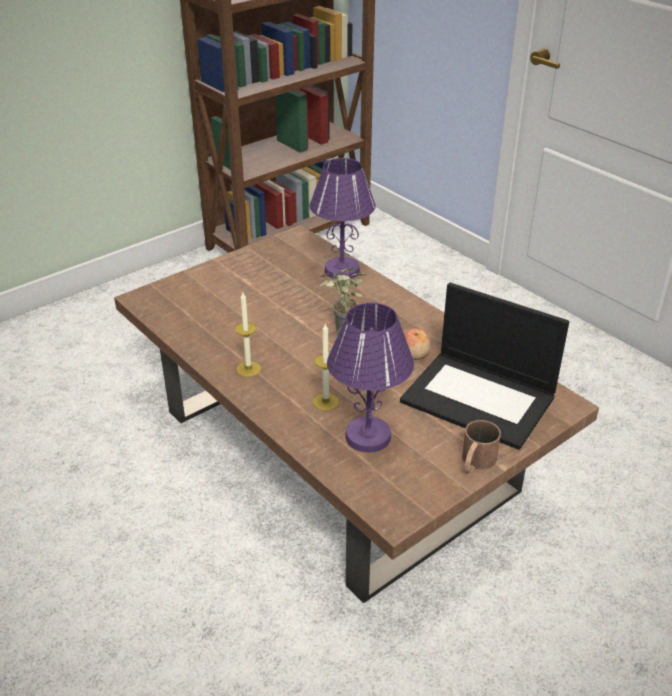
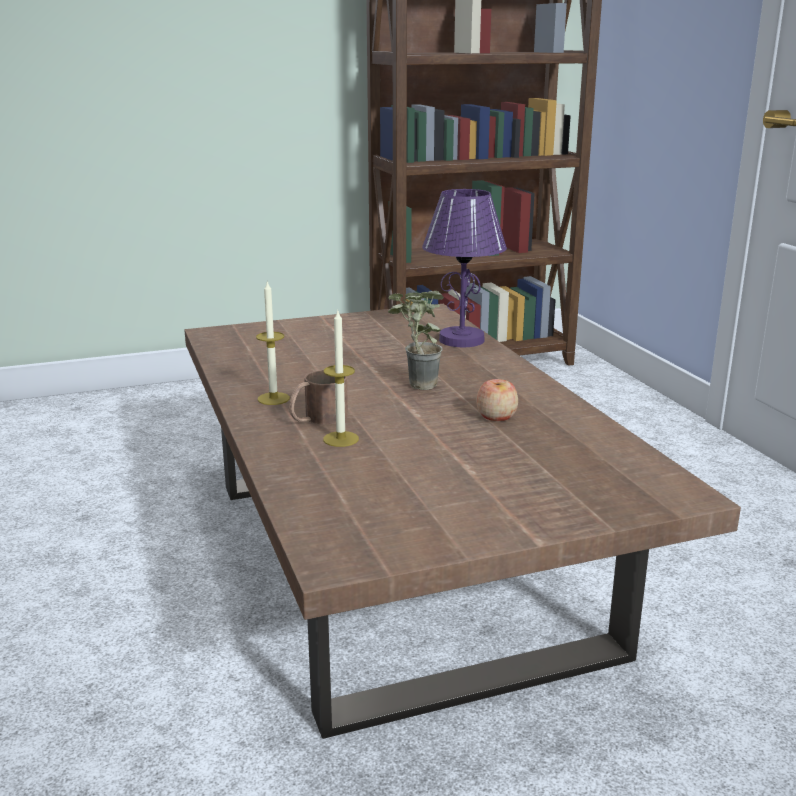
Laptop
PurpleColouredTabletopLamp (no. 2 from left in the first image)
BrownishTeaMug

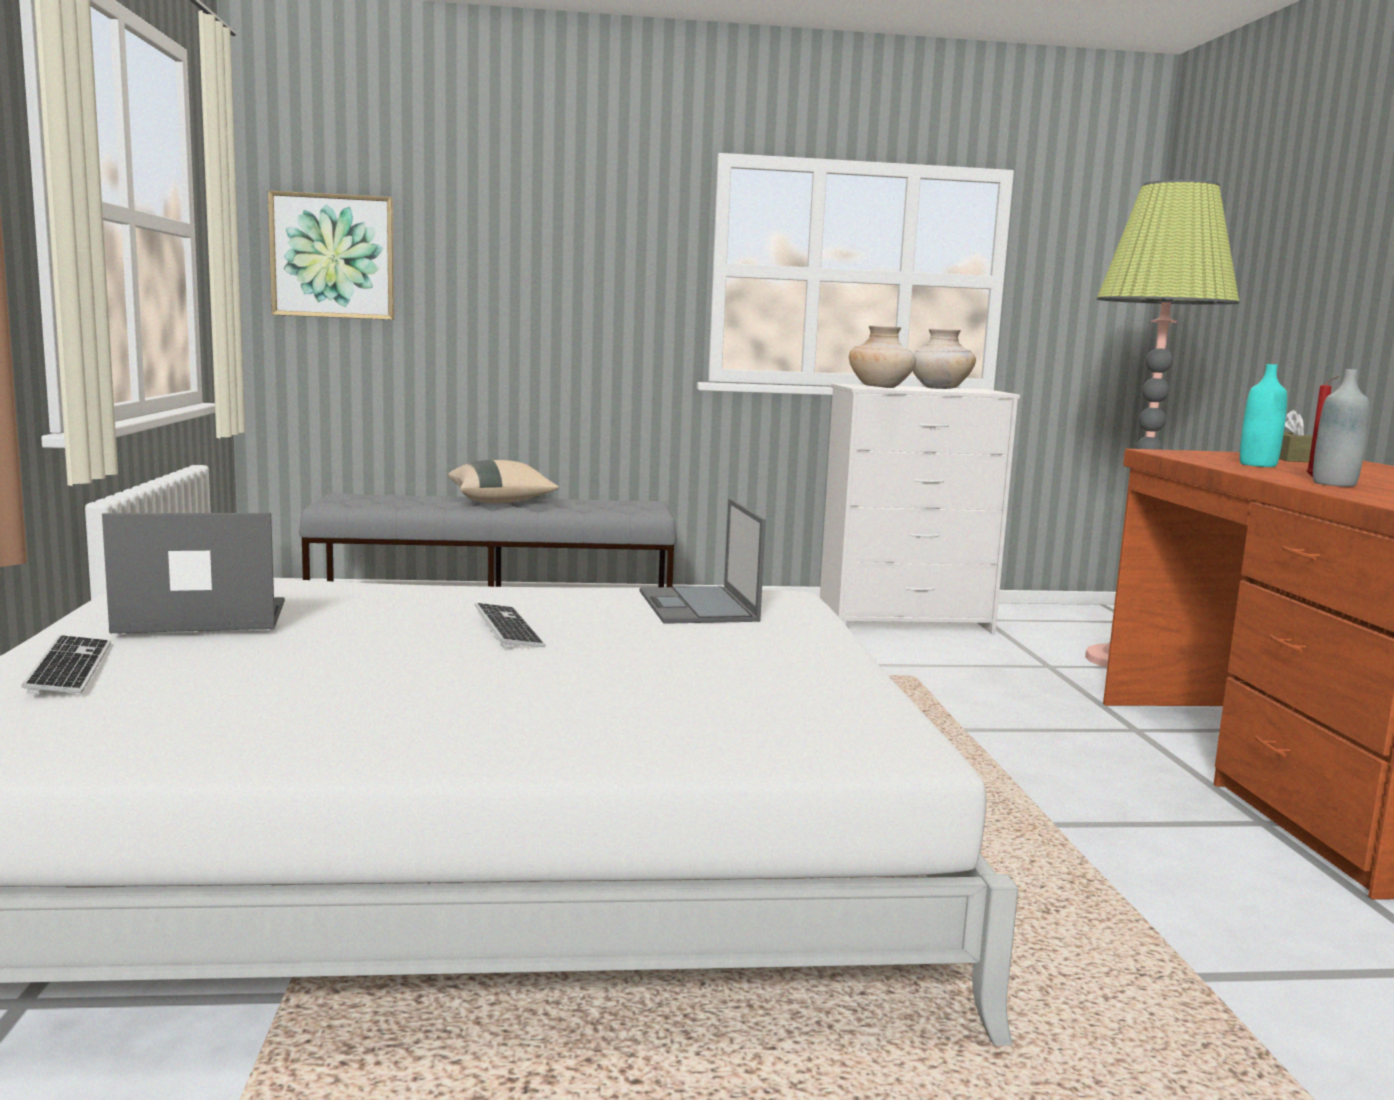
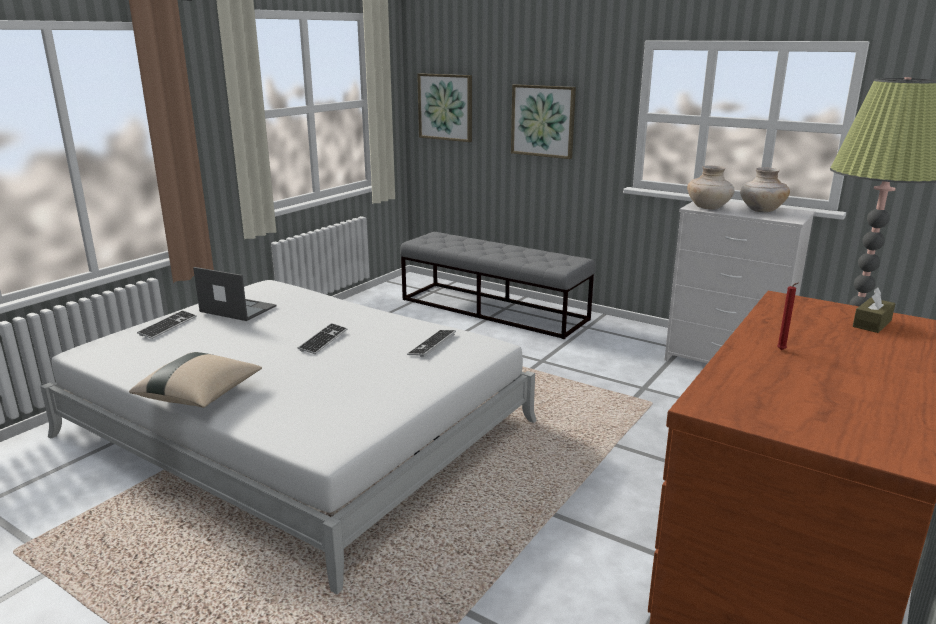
BlueGreenBottle
GreyBottle
SandColouredPillow
Keyboard (no. 3 from left)
WallArt (no. 2 from left)

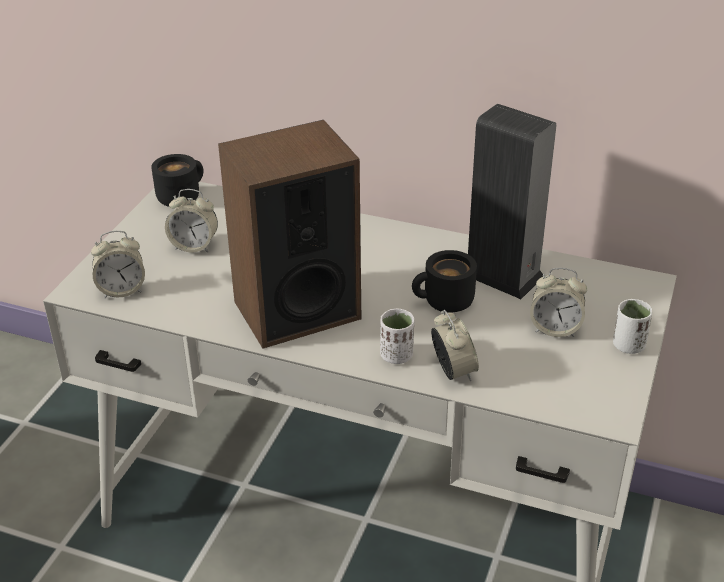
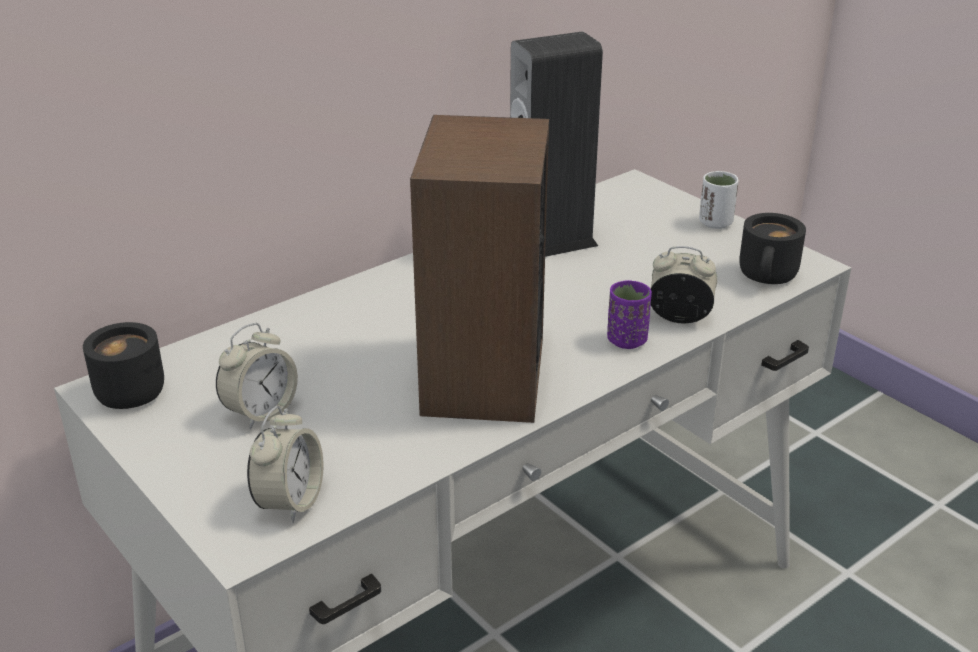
BlackTeaMug (no. 2 from left)
TableClock (no. 4 from left in the first image)
PurpleColouredDrinkingCup

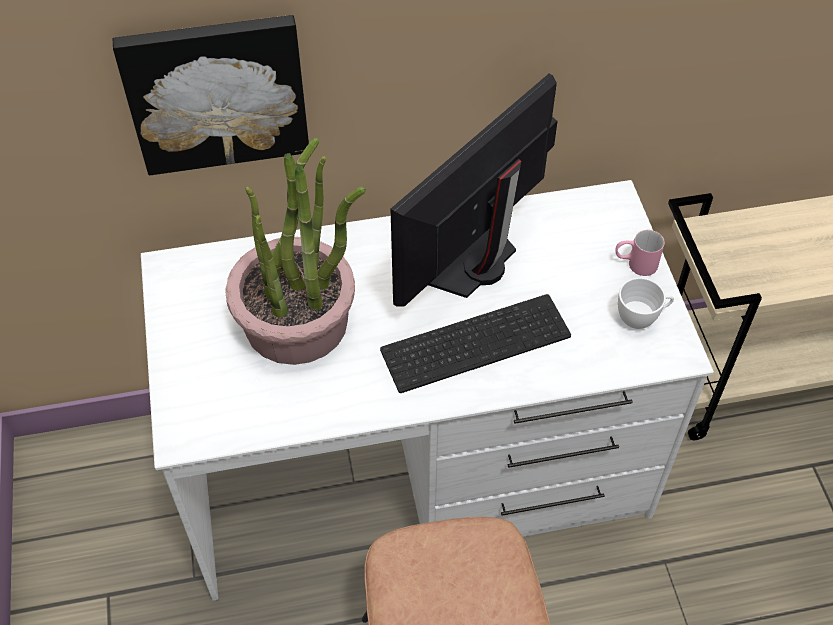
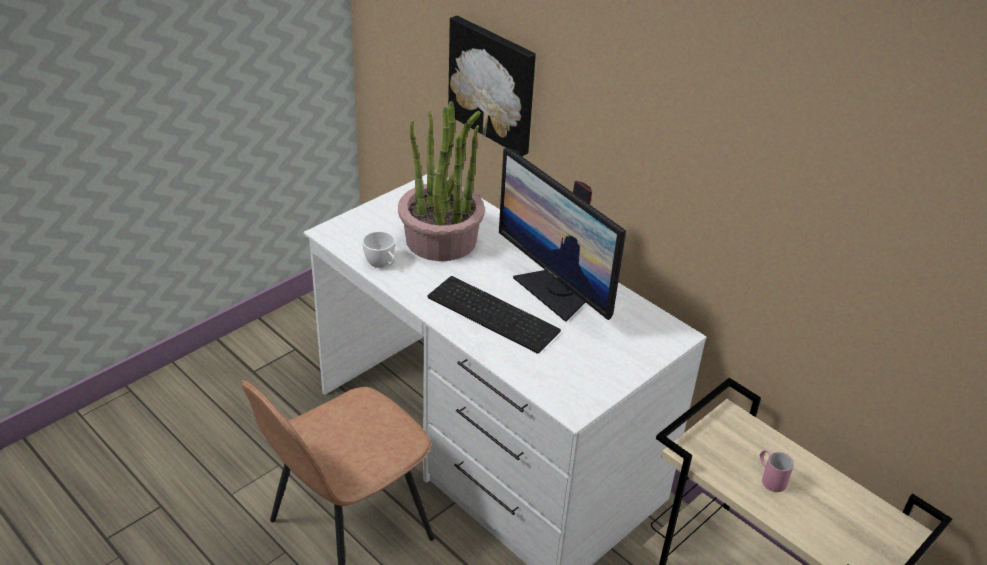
ComputerScreen
PinkishTeaMug
WhiteColouredDrinkingCup

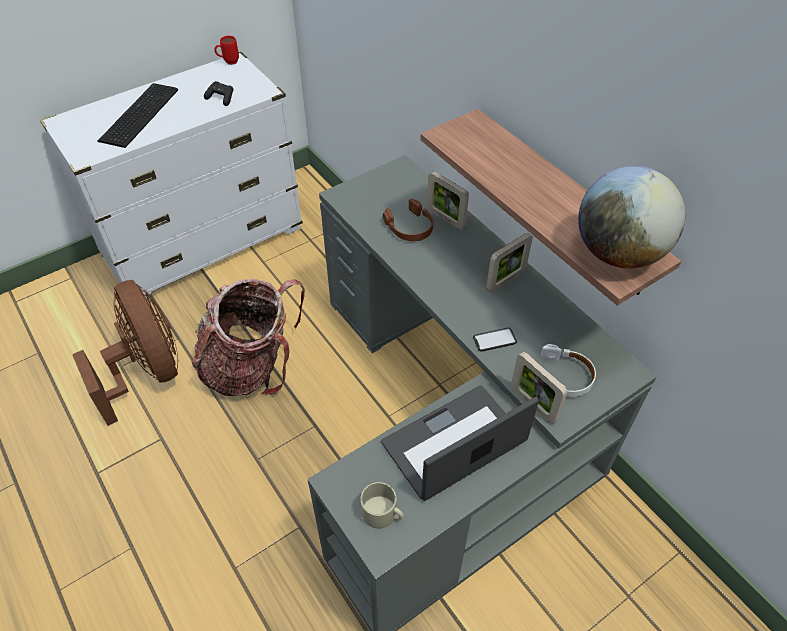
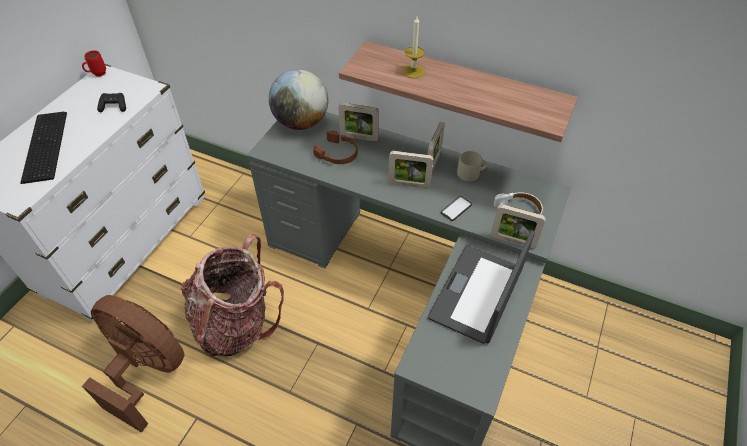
DeskGlobe
SandColouredTeaMug
Candle
StandingFrame (no. 2 from left)

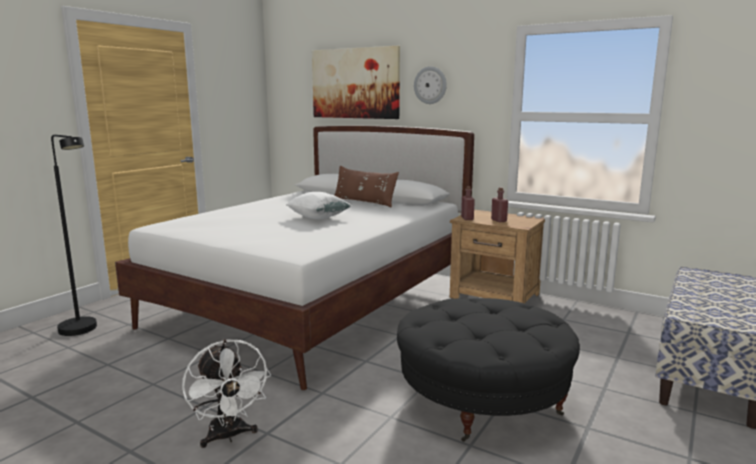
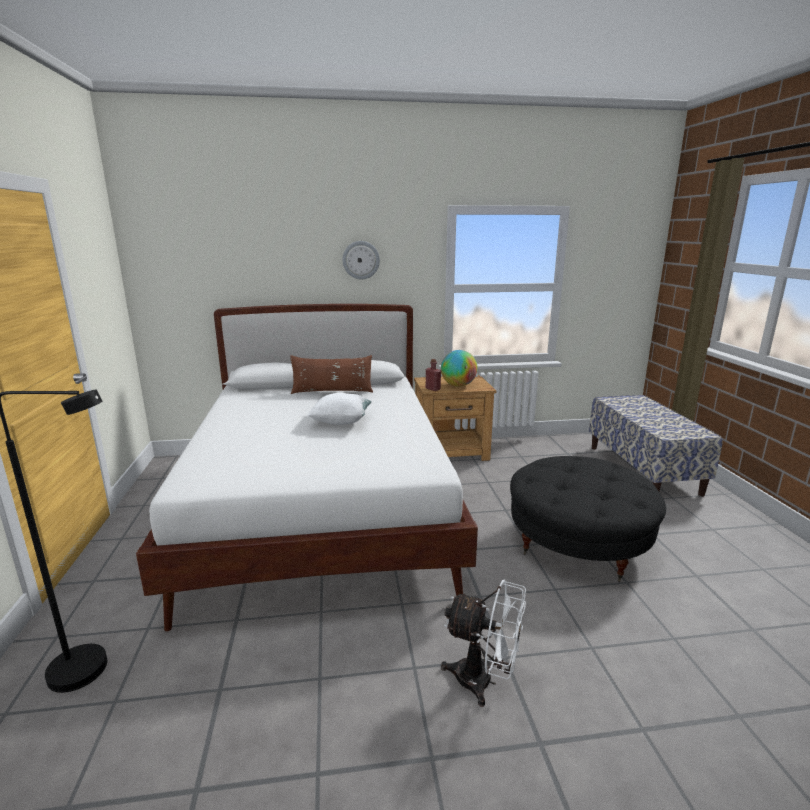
WallArt
DeskGlobe

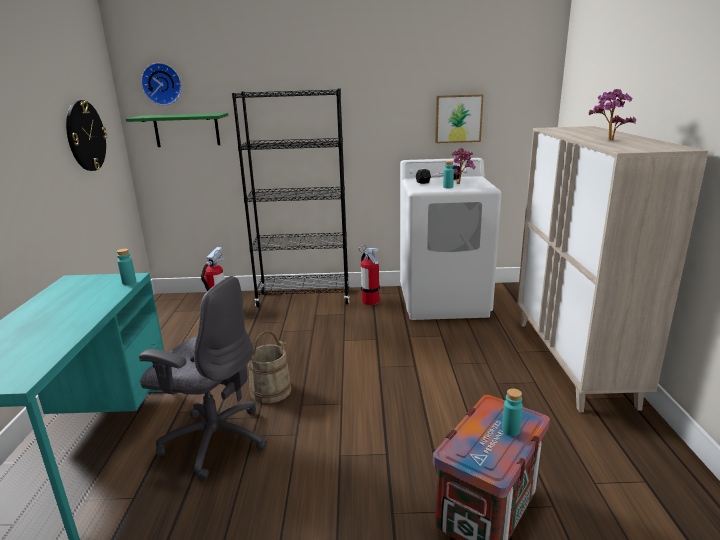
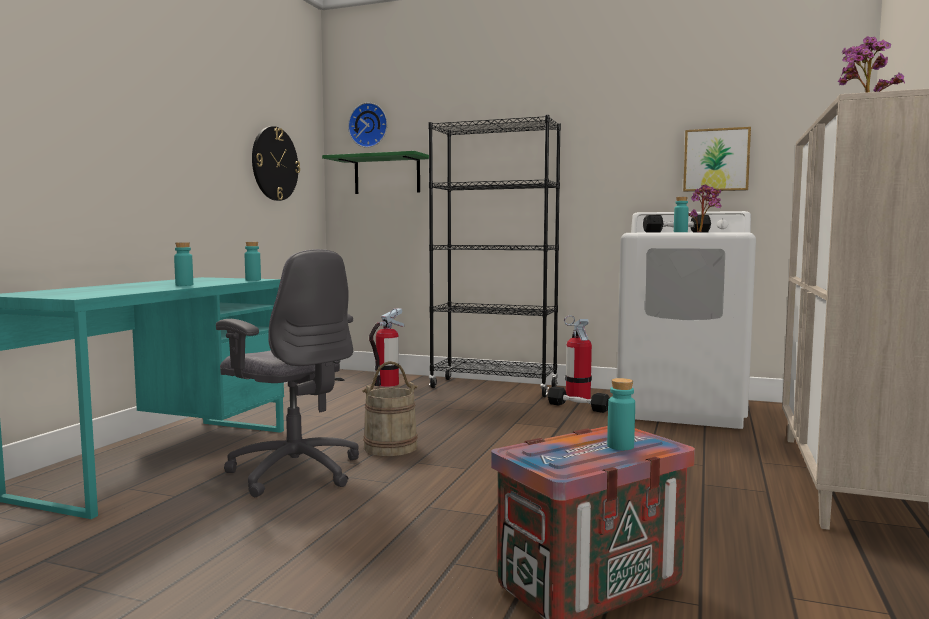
BlueGreenBottle (no. 1 from left)
BlackHandWeight (no. 1 from left)

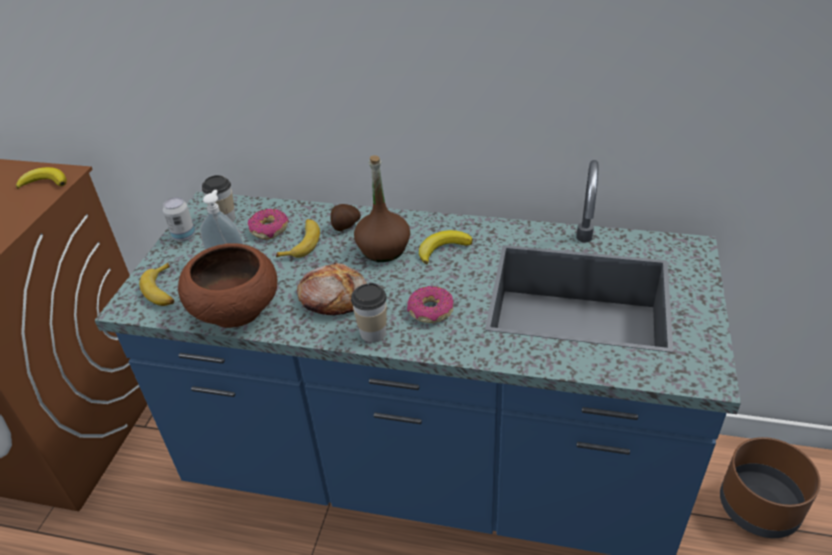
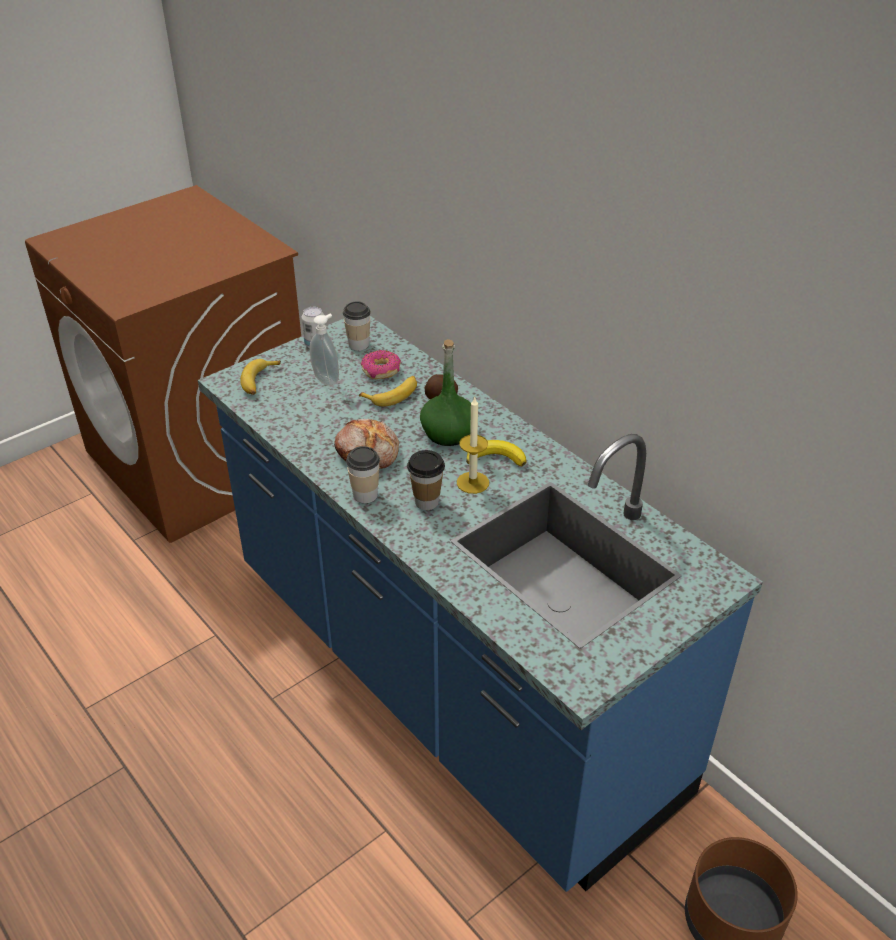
GreenColouredBottle
Banana (no. 1 from left in the first image)
BrownishBowl
DrinkingCup (no. 3 from left)
Candle

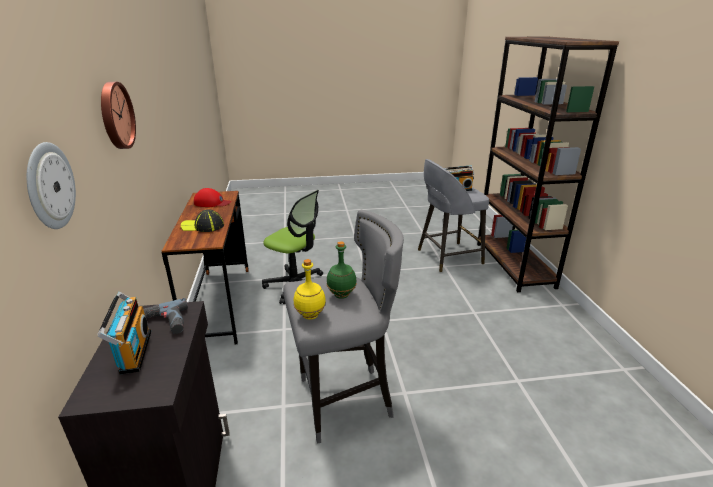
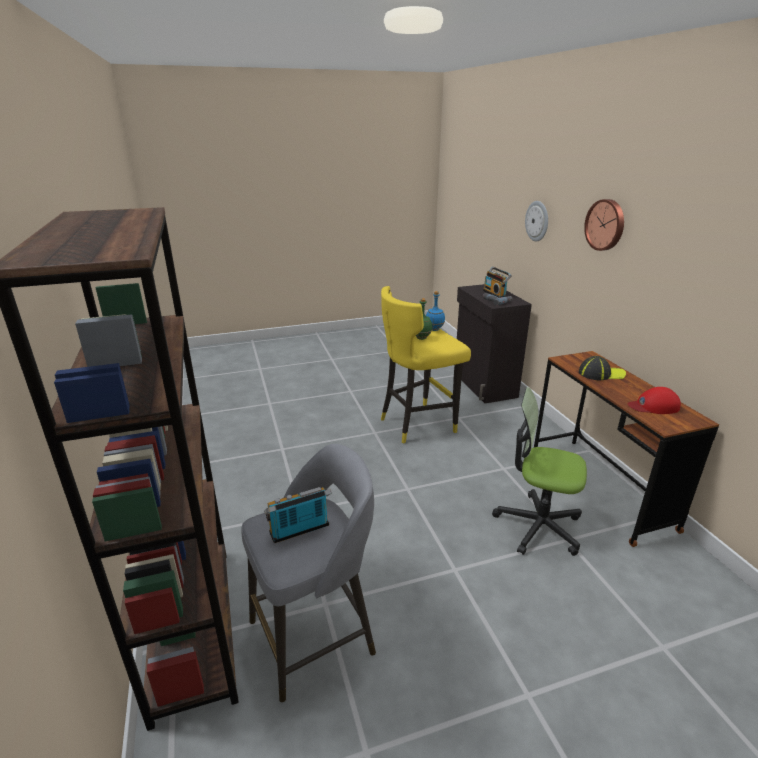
YellowColouredStoolSeat
BlueBottle

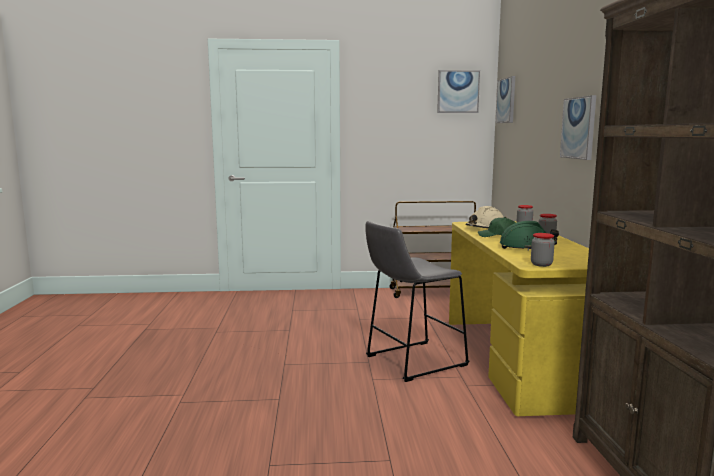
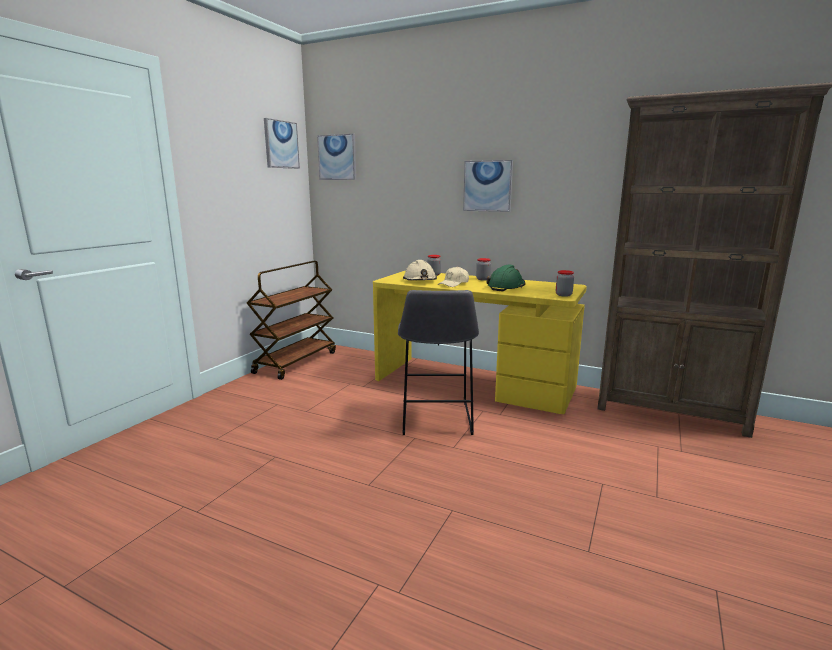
SandColouredBaseballCap

